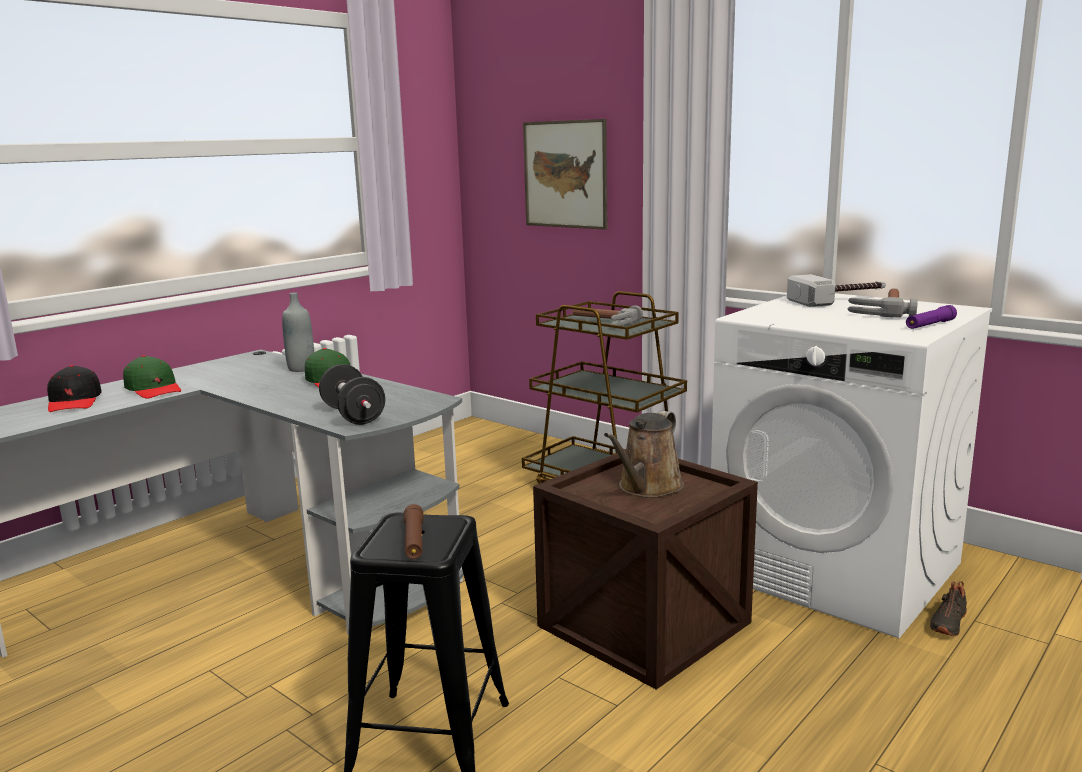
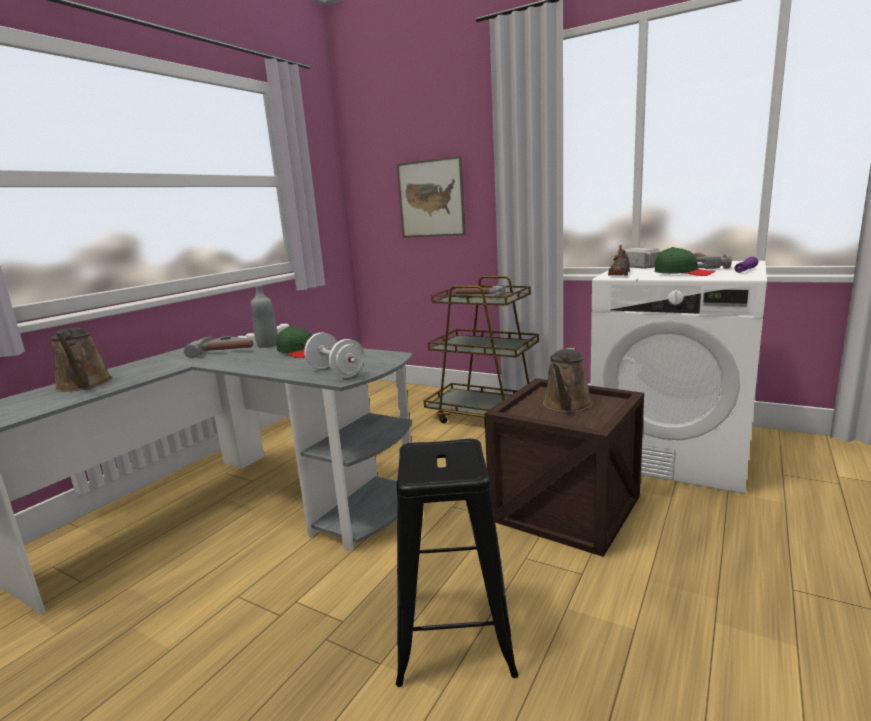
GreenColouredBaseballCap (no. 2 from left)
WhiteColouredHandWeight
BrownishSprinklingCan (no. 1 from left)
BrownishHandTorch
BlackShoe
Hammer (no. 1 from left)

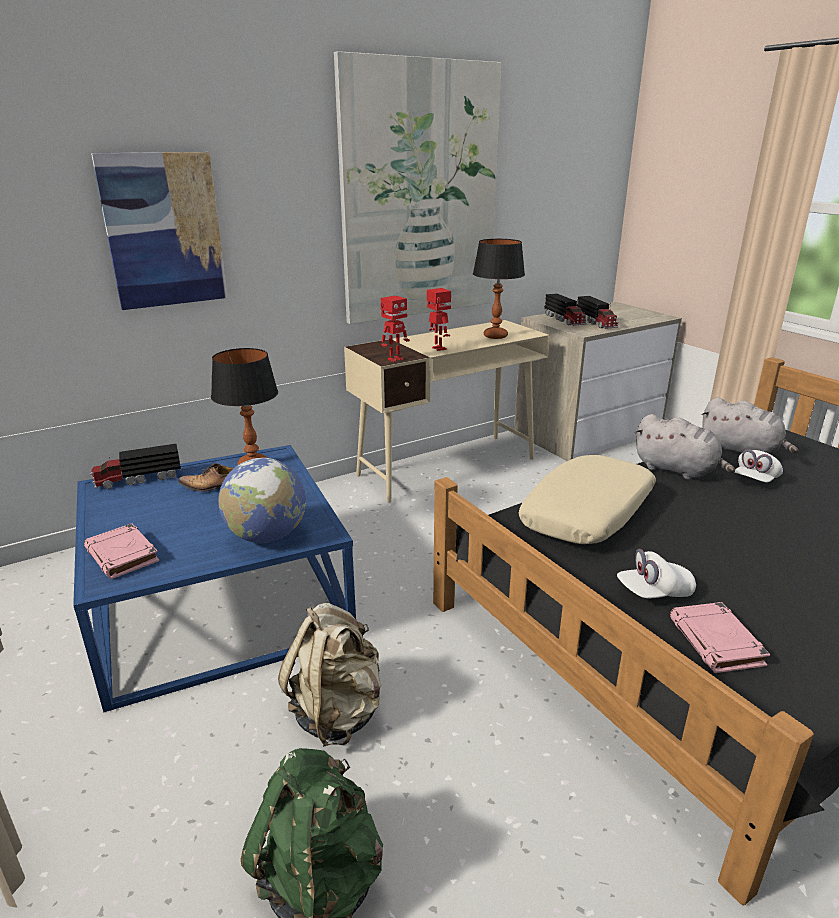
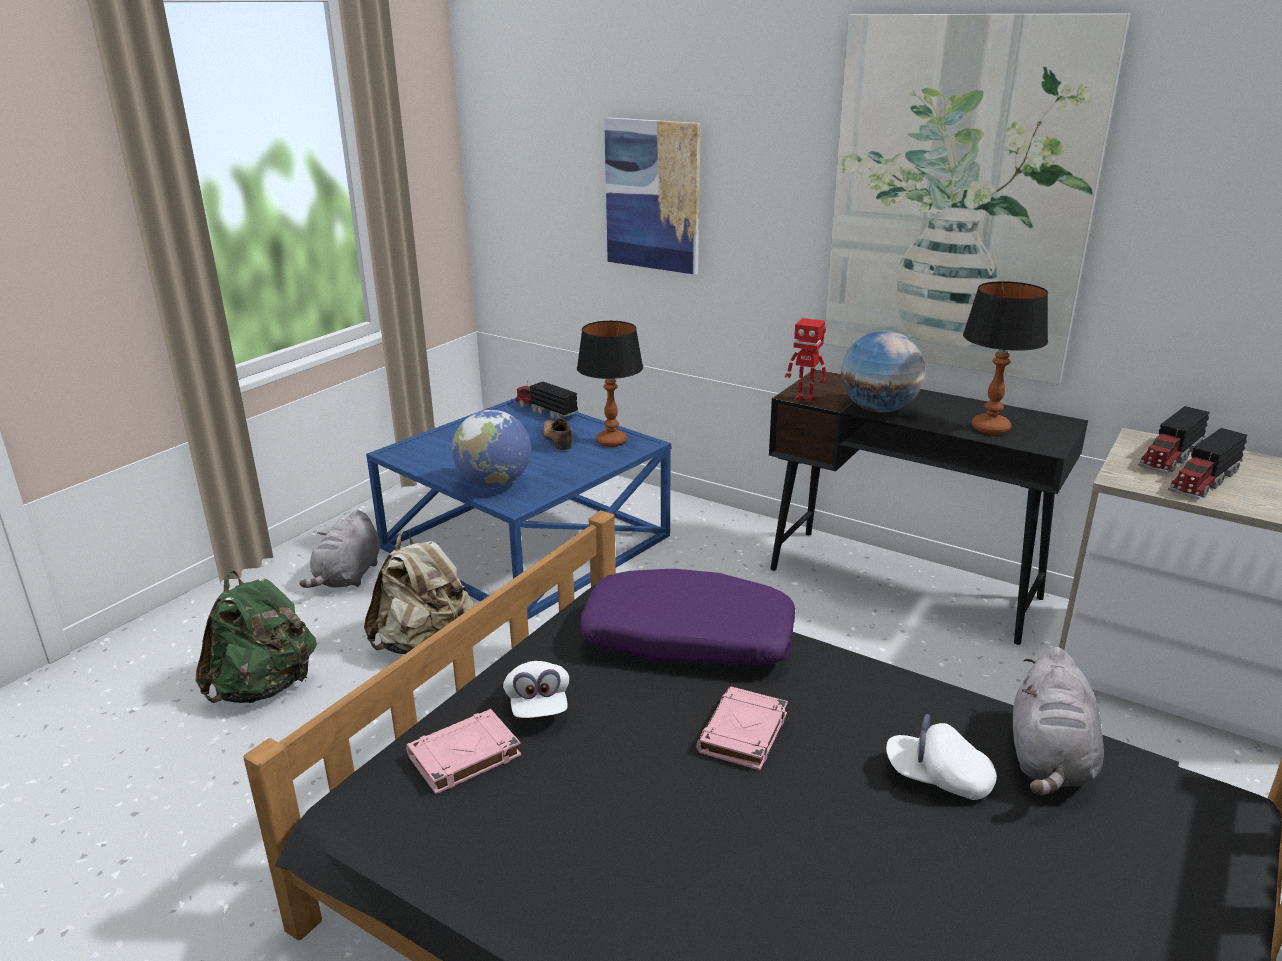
DeskGlobe (no. 2 from left)
BlackDesk
GreySoftToy (no. 1 from left)
PurpleColouredPillow
PinkishBook (no. 2 from left)
WhiteColouredBaseballCap (no. 1 from left)

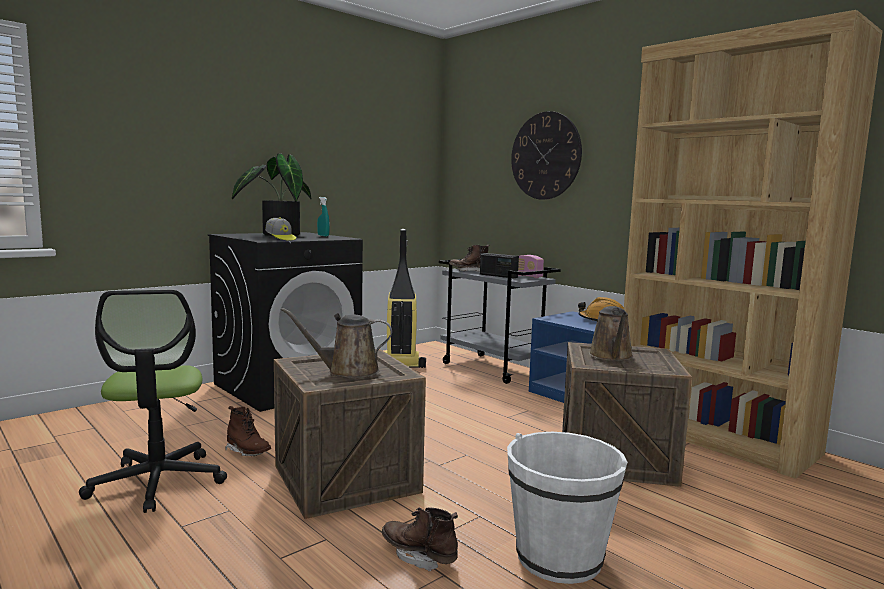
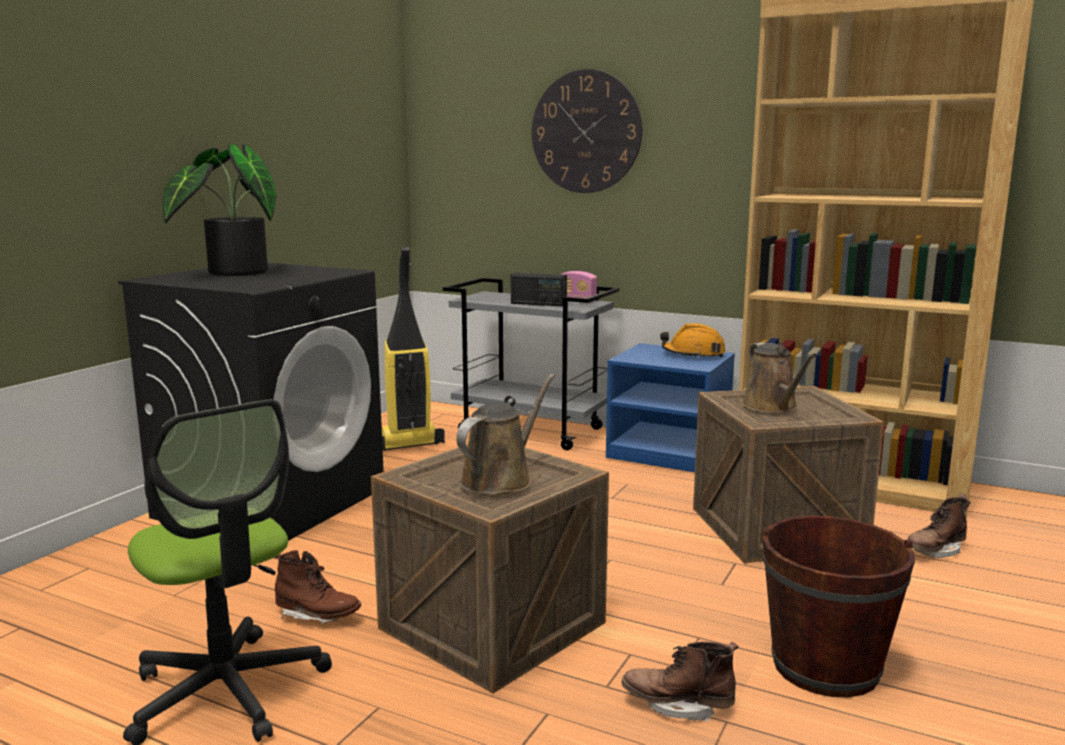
BlueGreenSprayBottle
BaseballCap
BrownishHighTopBoot (no. 3 from left)
BrownishSprinklingCan (no. 1 from left)
BrownishBucket

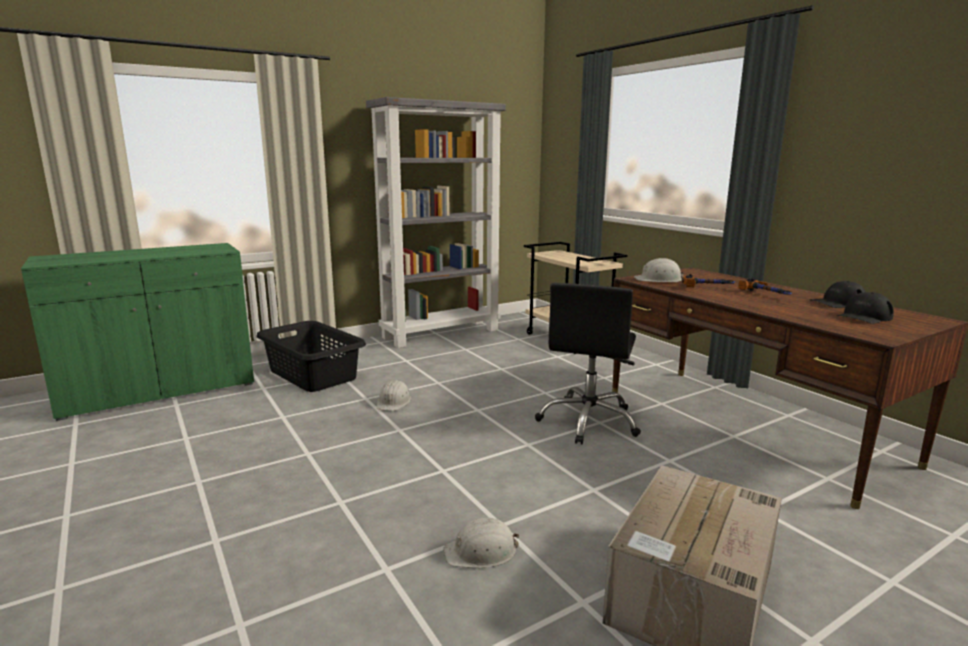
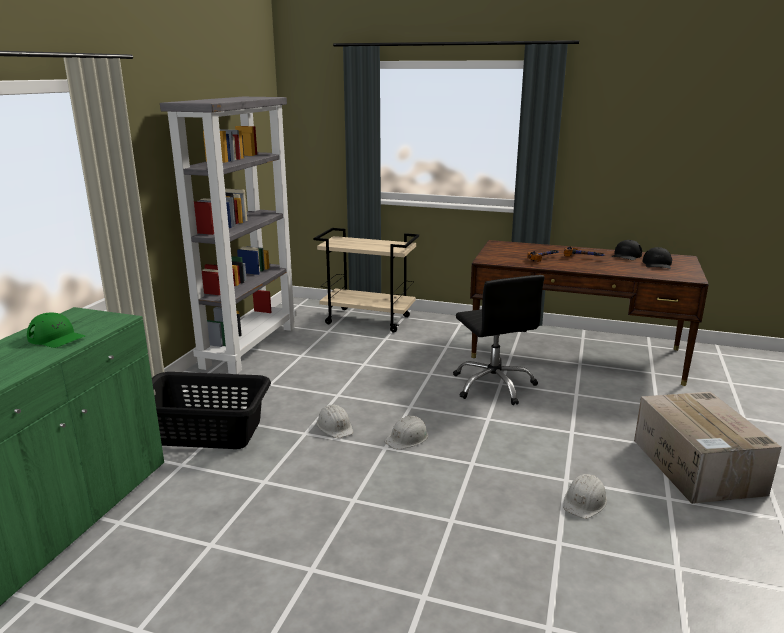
WhiteColouredWorkHelmet (no. 2 from left)
GreenColouredBaseballCap

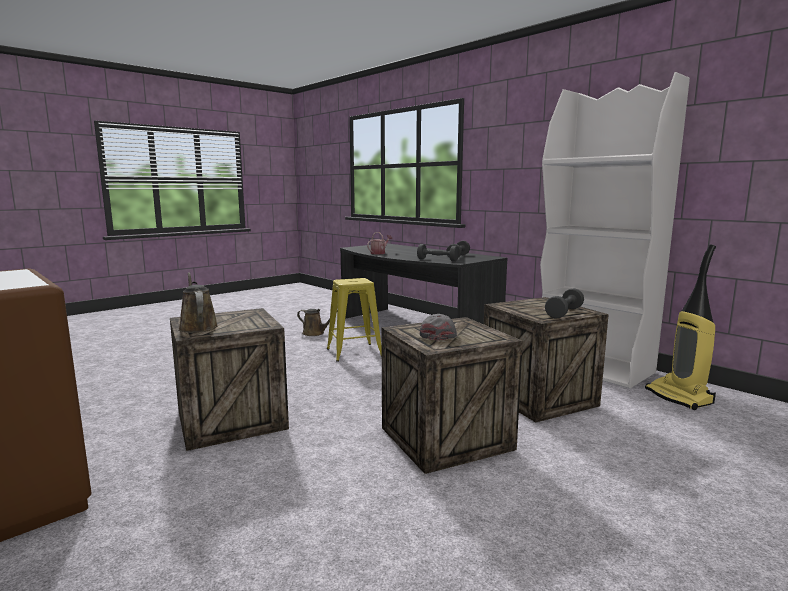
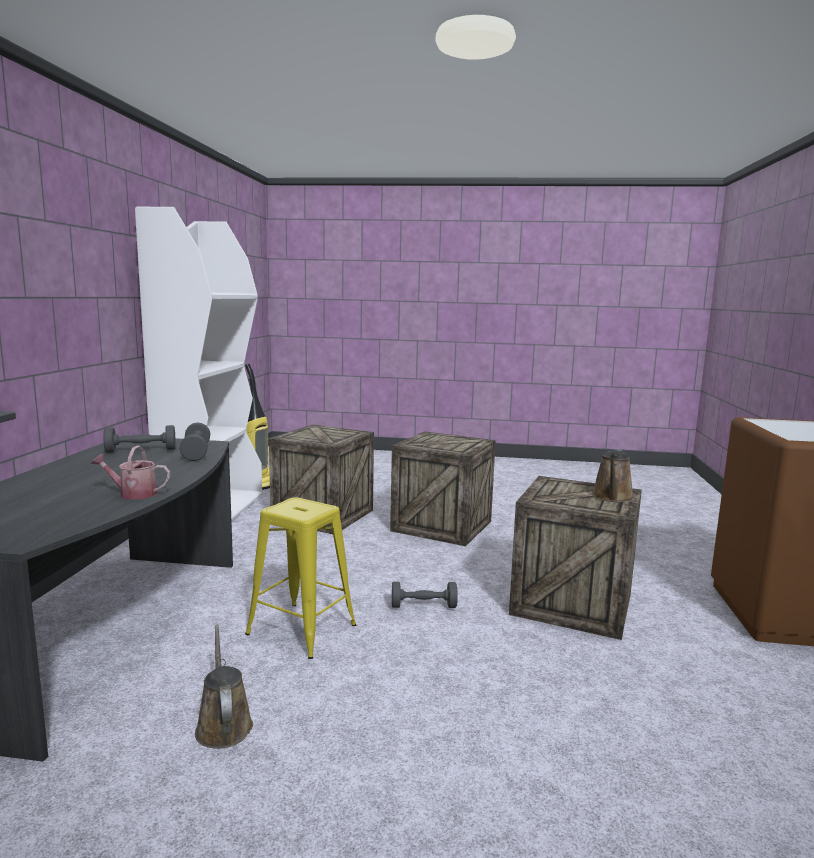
GreyHandWeight (no. 3 from left)
GreyBaseballCap

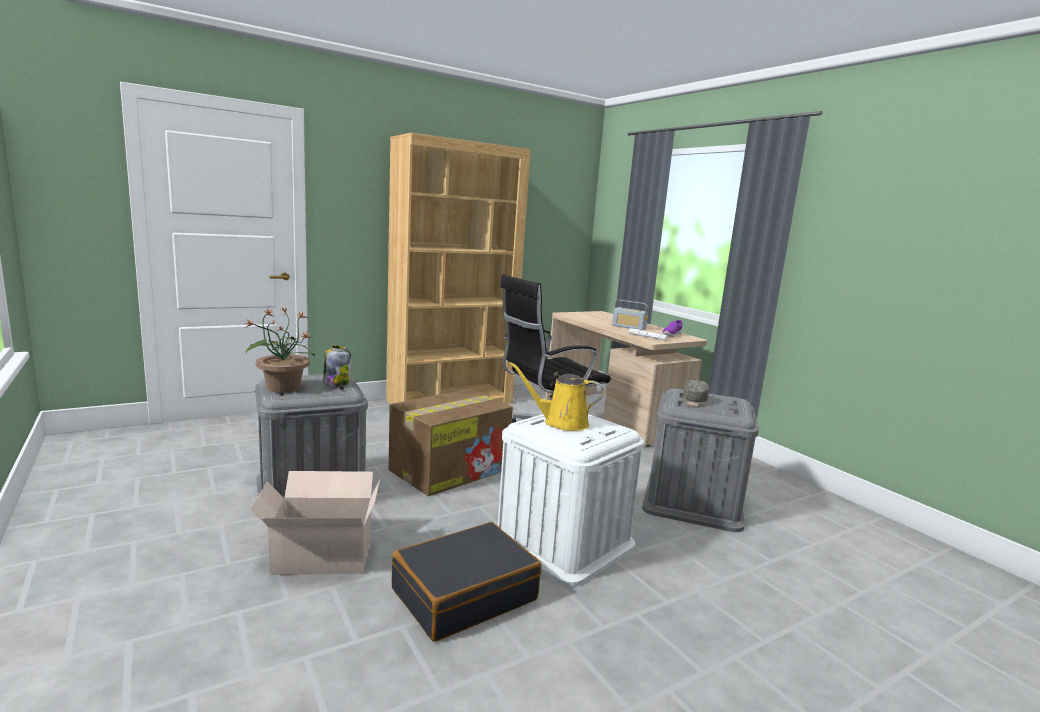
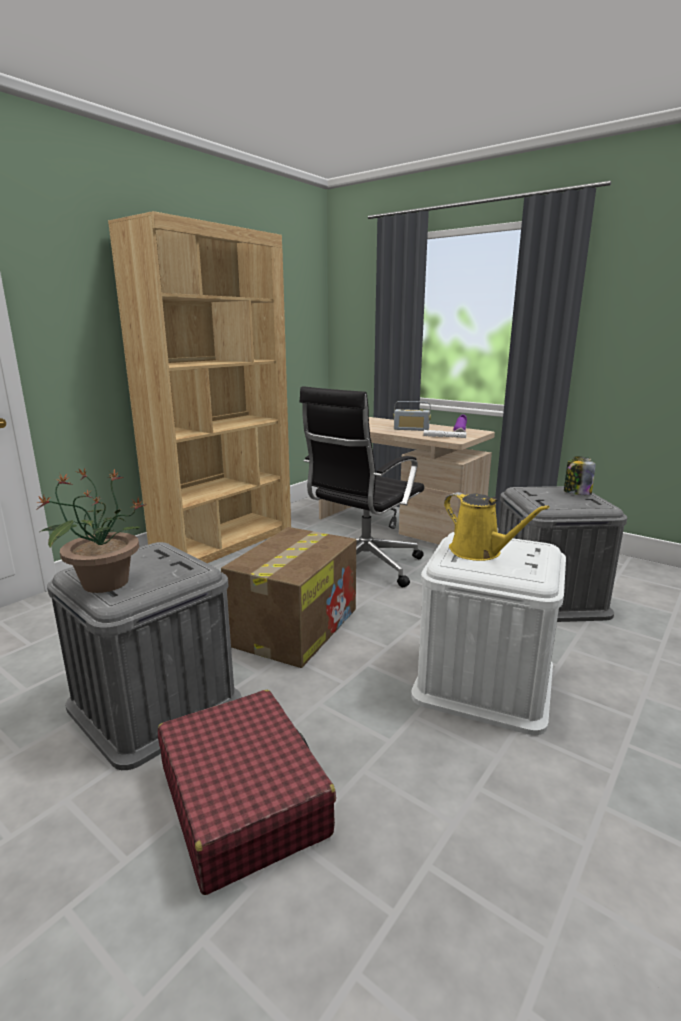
StorageJar
YellowColouredSprinklingCan
GreyBaseballCap
RedColouredSuitcase
BlackSuitcase

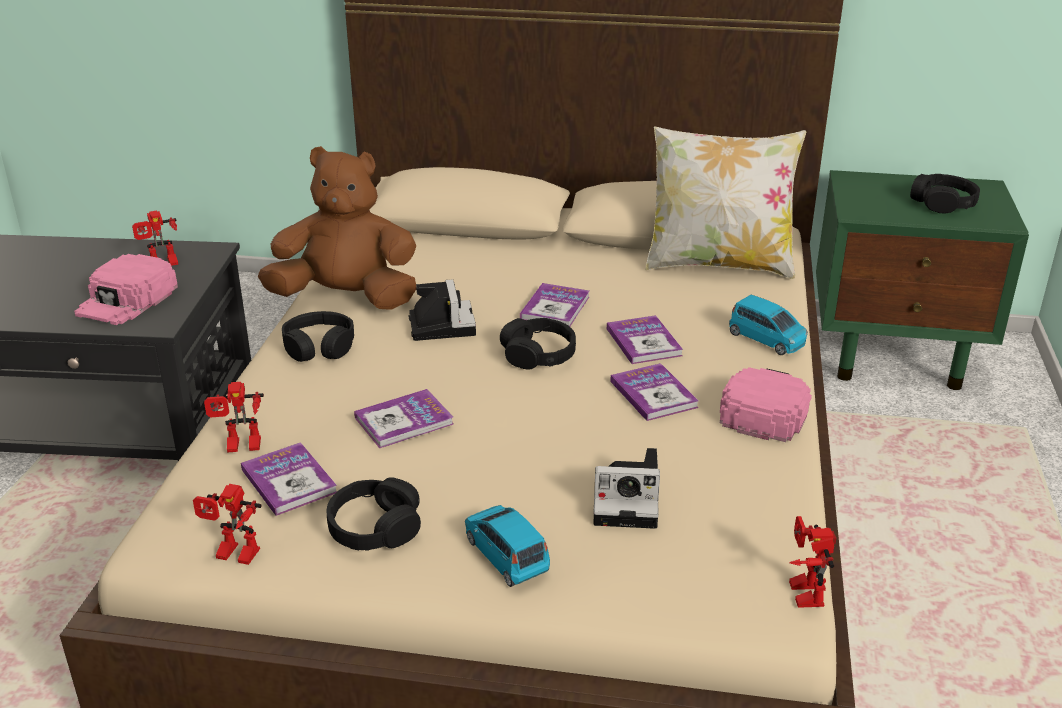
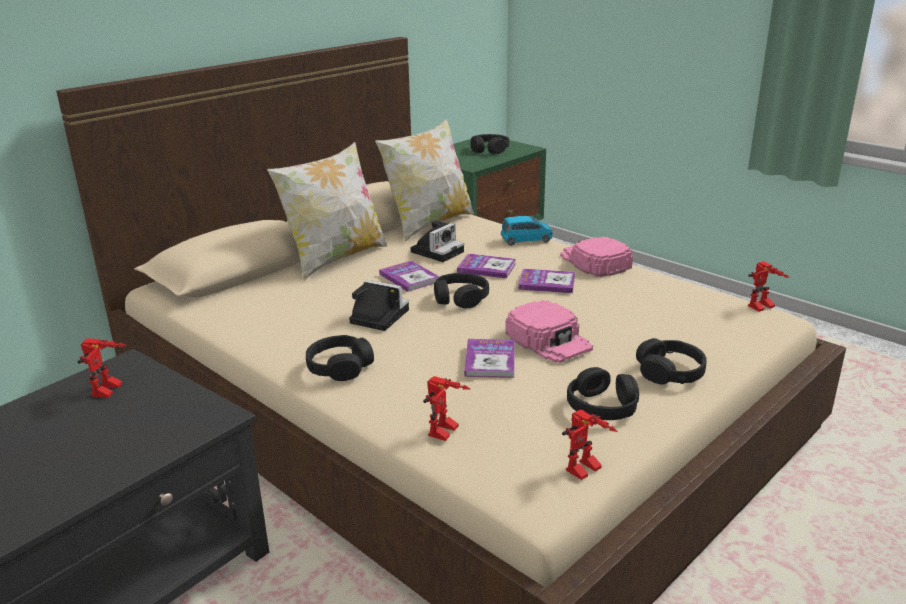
BrownishSoftToy
PinkishBaseballCap (no. 1 from left)
Book (no. 1 from left in the first image)
PhotoCamera (no. 2 from left)
BlackHeadset (no. 5 from left)
RobotFigure (no. 4 from left)
Pillow (no. 1 from left)

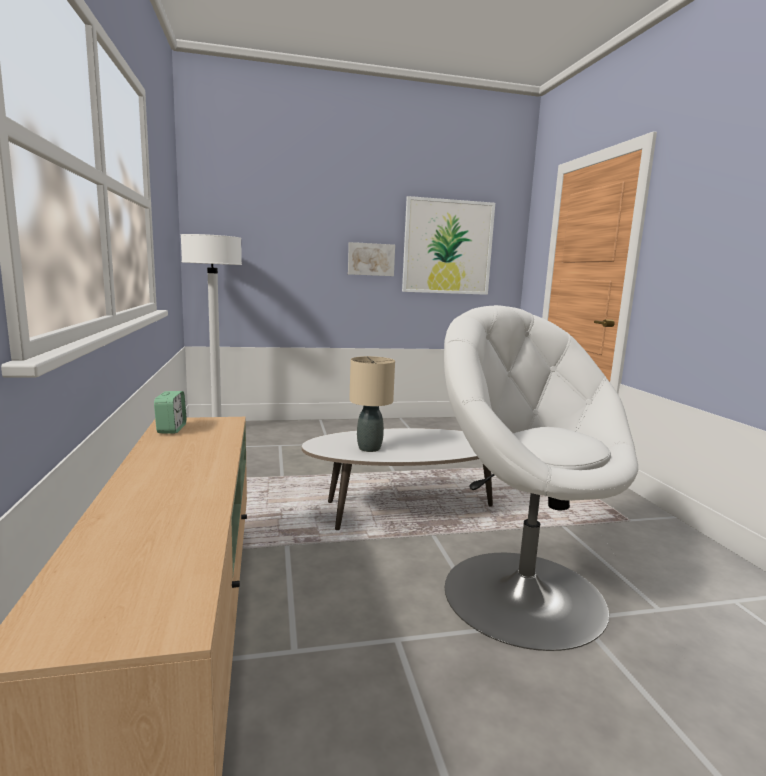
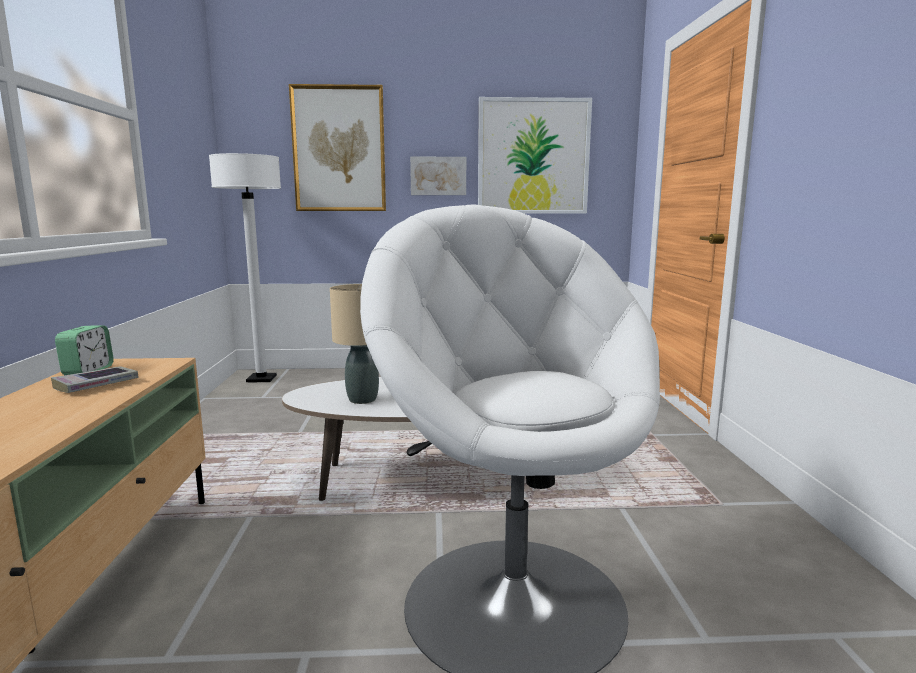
WallArt (no. 1 from left)
Book

